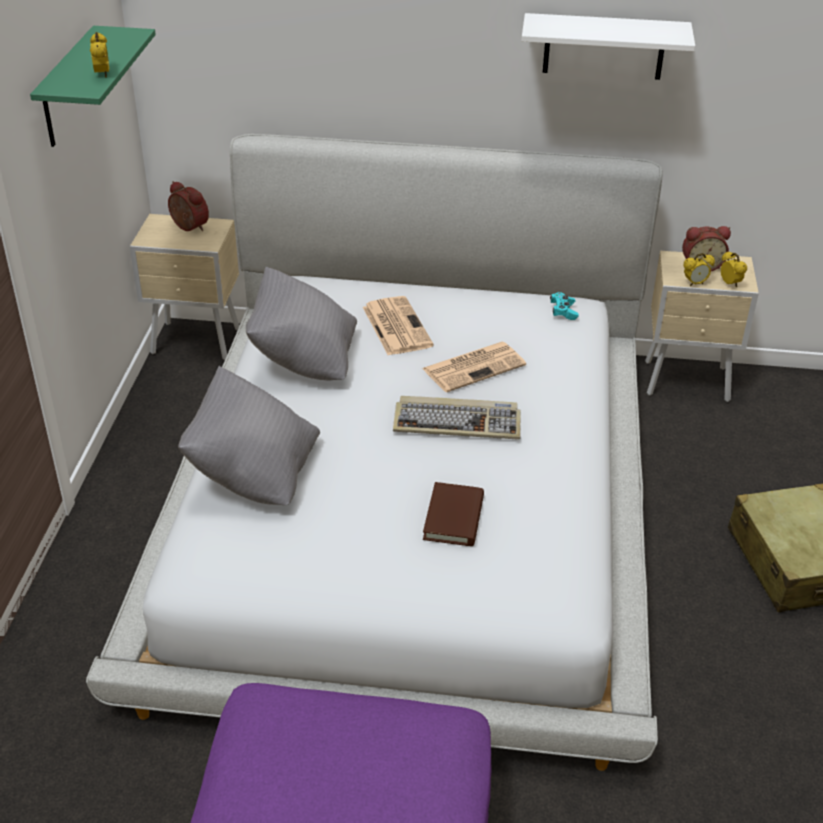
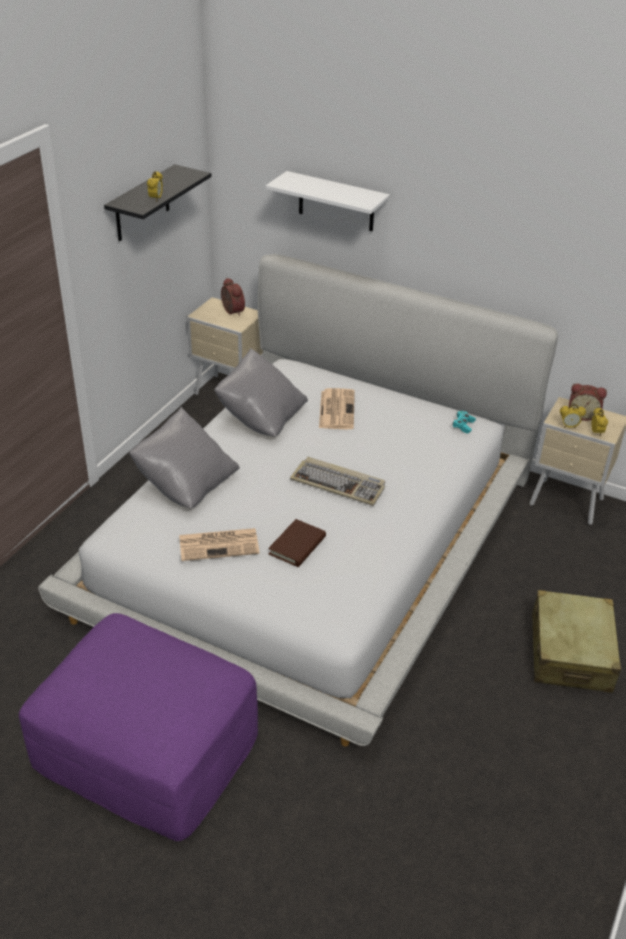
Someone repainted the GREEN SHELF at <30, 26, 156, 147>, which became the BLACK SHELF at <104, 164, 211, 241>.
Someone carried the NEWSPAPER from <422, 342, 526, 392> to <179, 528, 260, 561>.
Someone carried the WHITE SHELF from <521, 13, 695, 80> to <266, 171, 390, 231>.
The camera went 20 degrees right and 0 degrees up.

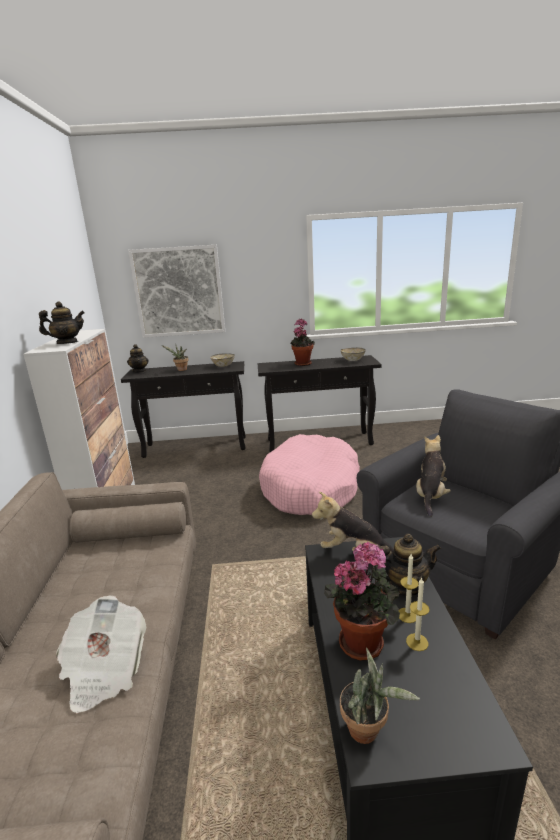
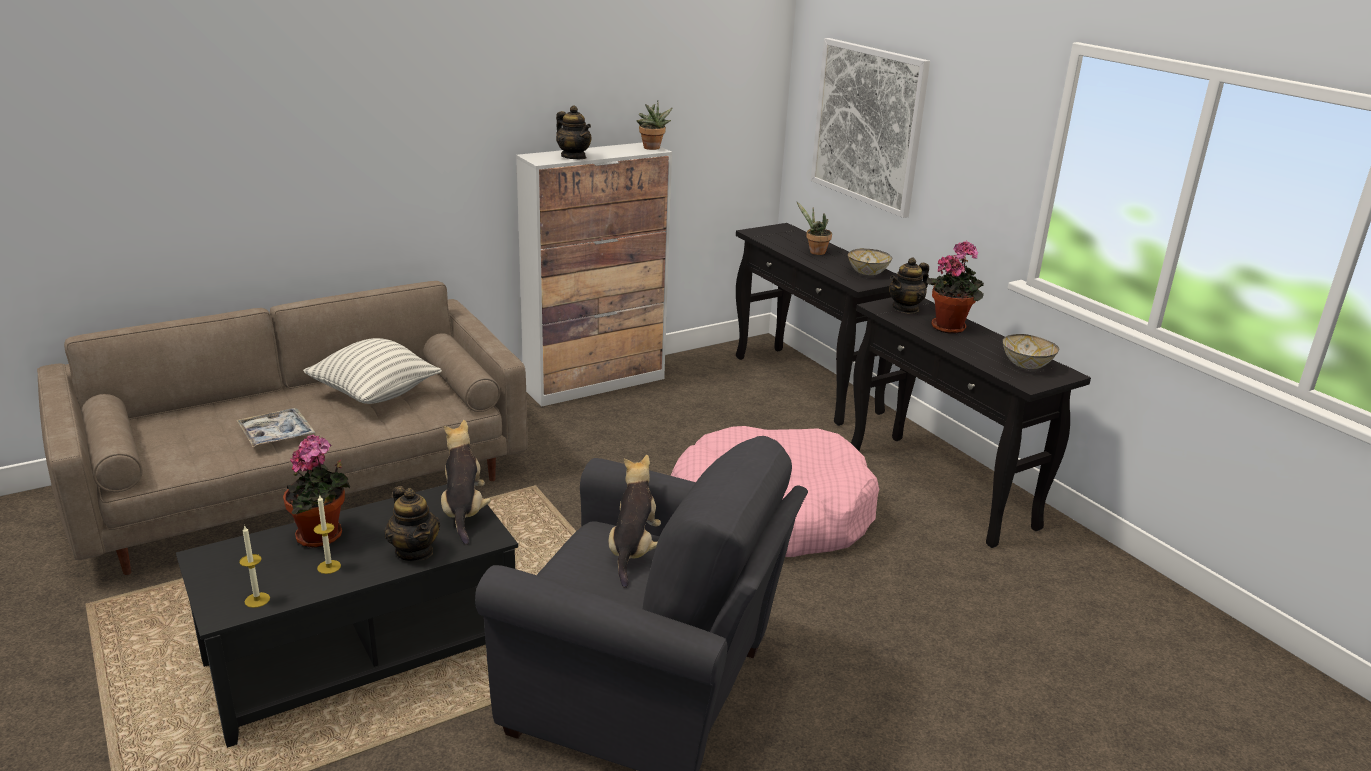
Someone swapped the NEWSPAPER at <56, 596, 147, 713> for the TRAY at <236, 408, 315, 447>.
Someone carried the CANDLE from <399, 554, 419, 623> to <239, 525, 270, 608>.
Someone put down the PILLOW at <303, 338, 442, 404>.
Someone rotated the PLUSH TOY at <416, 435, 451, 517> by 75 degrees counterclockwise.
Someone carried the POTTED PLANT from <340, 647, 420, 744> to <636, 101, 673, 150>.
Someone carried the TEAPOT from <127, 344, 149, 373> to <889, 257, 929, 314>.
The camera went 60 degrees right and 5 degrees up.

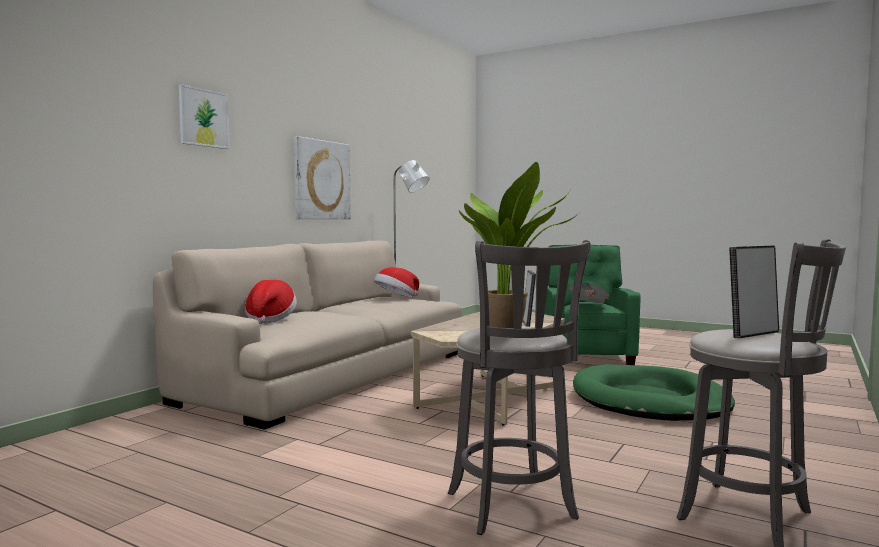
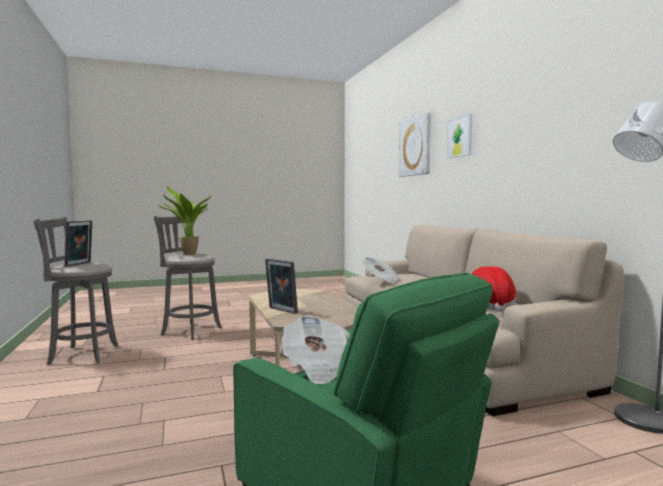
Someone put down the NEWSPAPER at <362, 257, 400, 283>.
Someone carried the PICTURE from <294, 136, 351, 219> to <399, 112, 431, 177>.
Someone took away the HAT at <245, 280, 297, 324>.
Someone took away the GREEN DOG BED at <573, 364, 735, 421>.
The camera went 130 degrees right and 0 degrees up.

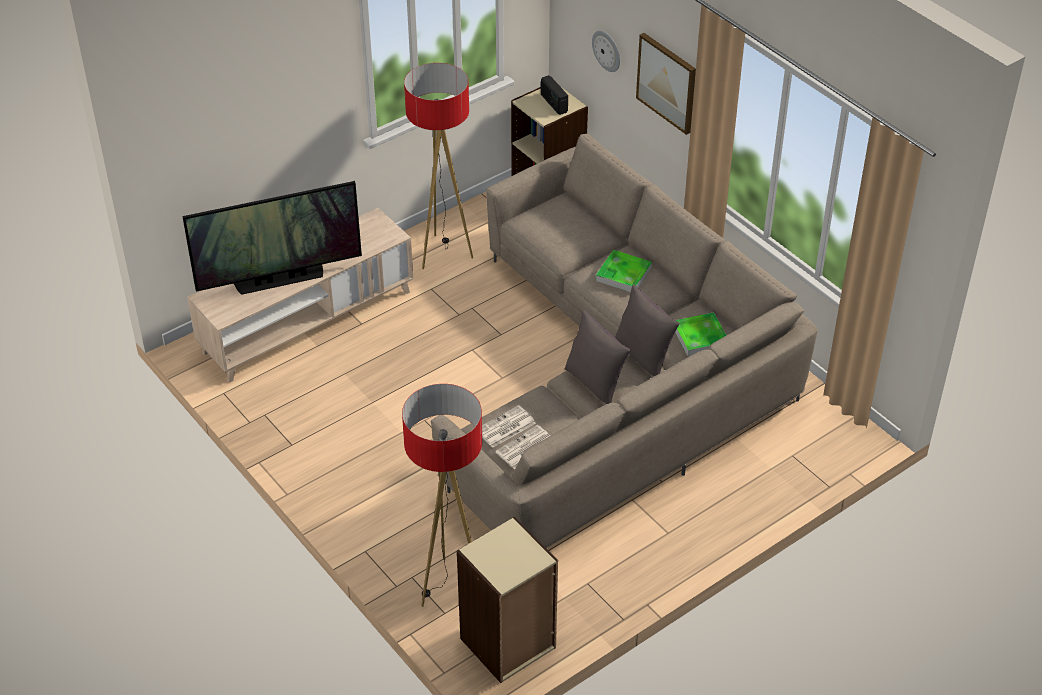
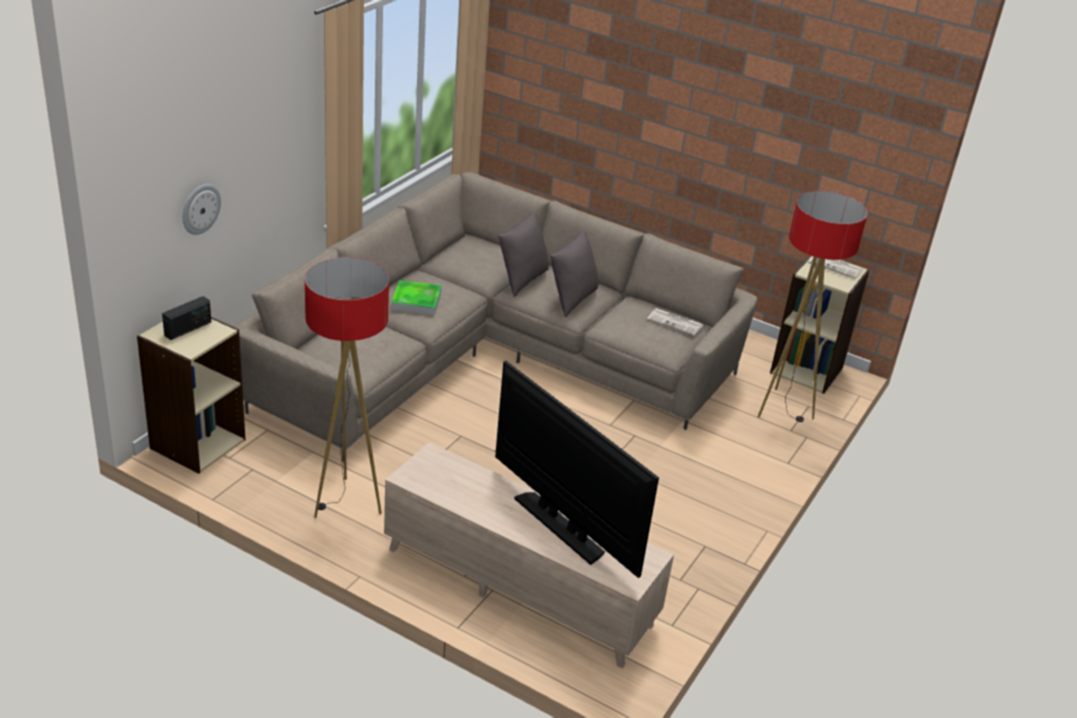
Someone carried the NEWSPAPER from <482, 405, 536, 448> to <808, 256, 863, 278>.
Someone took away the PICTURE at <636, 33, 696, 135>.
Someone took away the TRAY at <675, 312, 726, 356>.
The camera went 115 degrees left and 10 degrees down.

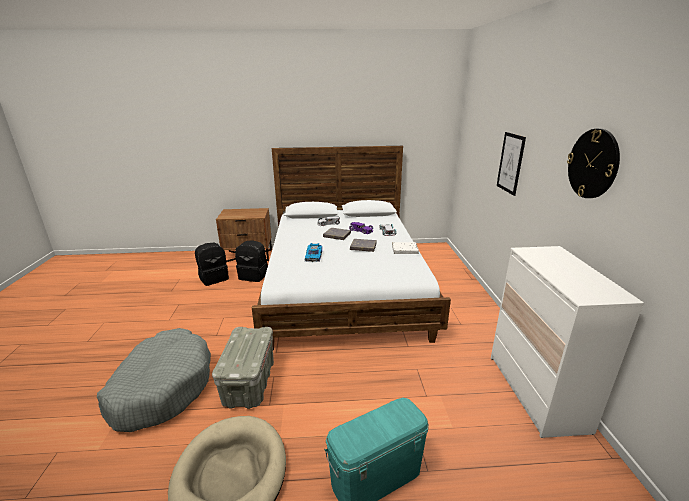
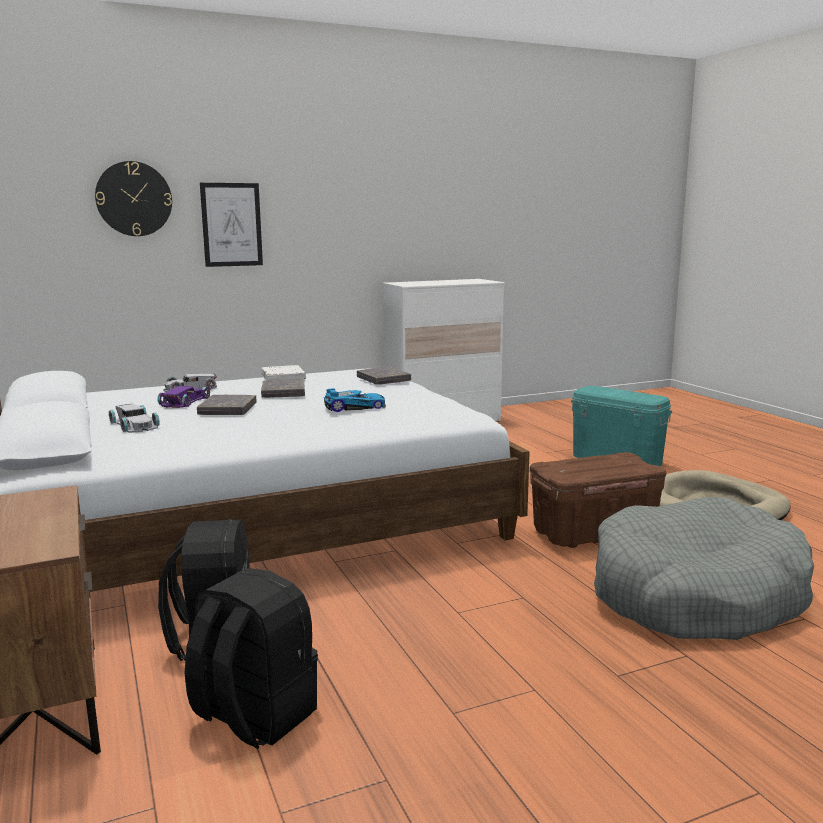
Someone carried the WALL CLOCK from <567, 129, 620, 198> to <95, 161, 172, 236>.
Someone put down the GREY BOOK at <357, 367, 411, 385>.
Someone repainted the GREY STORAGE BOX at <212, 327, 274, 409>, which became the BROWN STORAGE BOX at <530, 452, 666, 548>.
The camera went 110 degrees left and 10 degrees down.

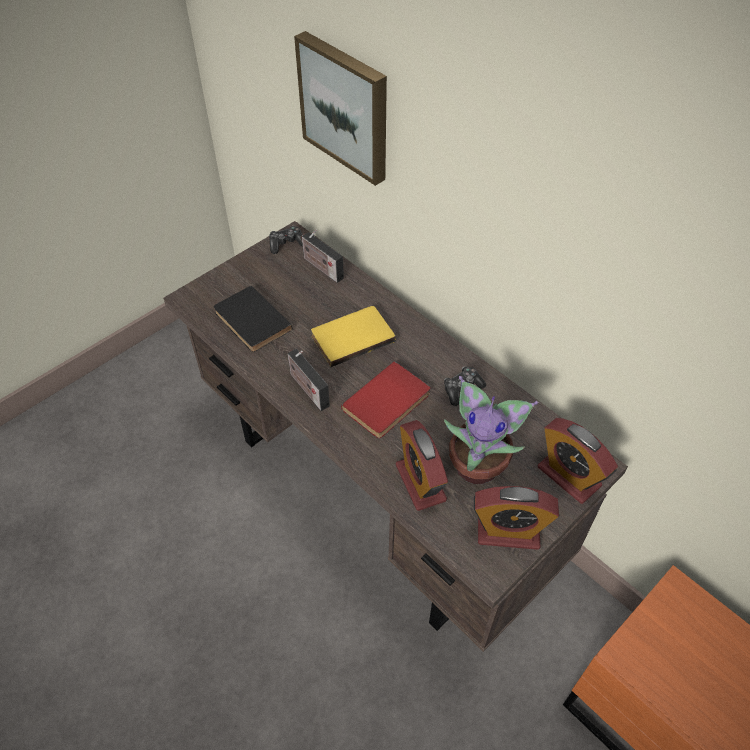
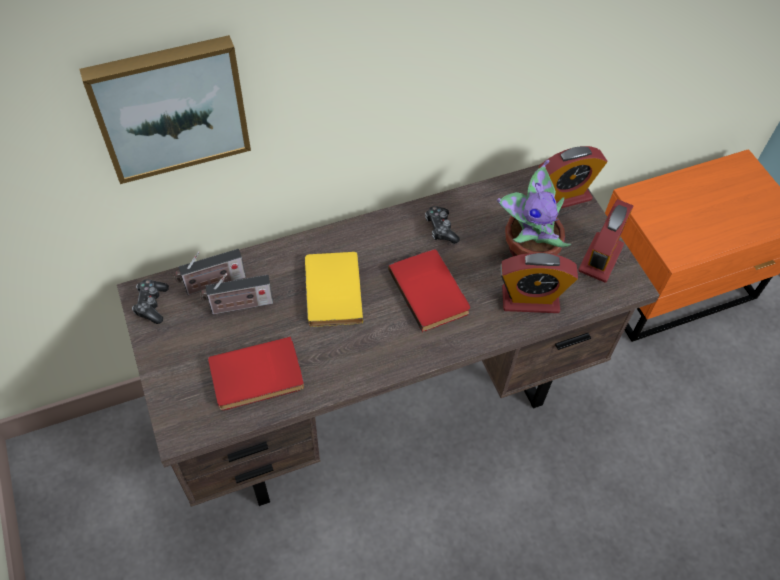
Someone carried the RADIO from <288, 349, 330, 411> to <200, 274, 273, 314>.
Someone repainted the BLACK BOOK at <214, 286, 292, 352>, which became the RED BOOK at <208, 337, 304, 410>.
The camera went 70 degrees left and 5 degrees up.

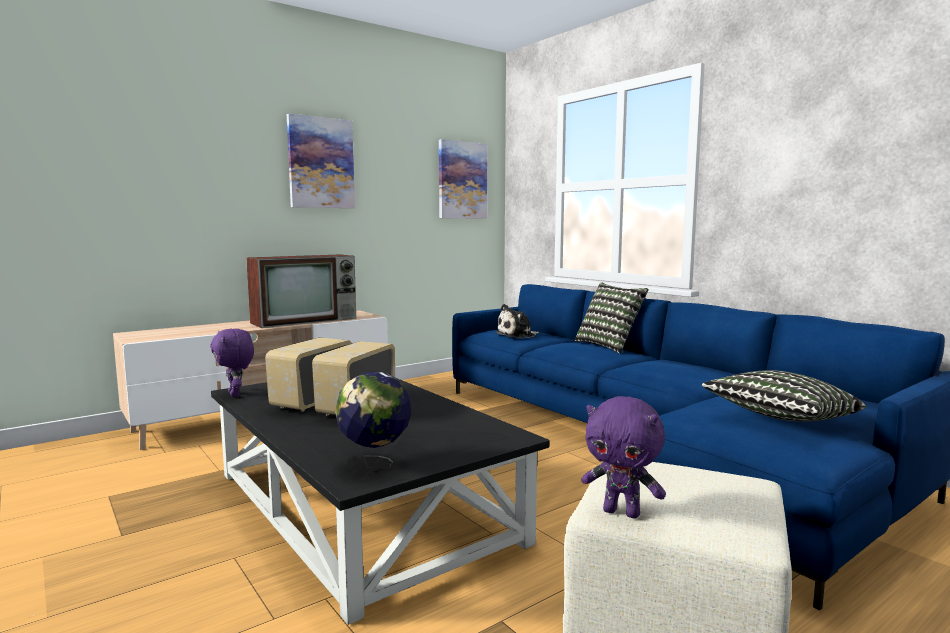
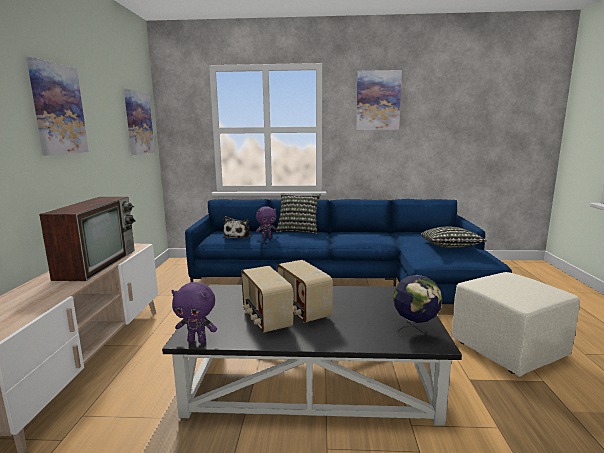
Someone carried the PURPLE PLUSH TOY from <581, 396, 666, 518> to <256, 206, 278, 239>.
Someone put up the PICTURE at <356, 70, 402, 130>.
The camera went 50 degrees left and 5 degrees up.

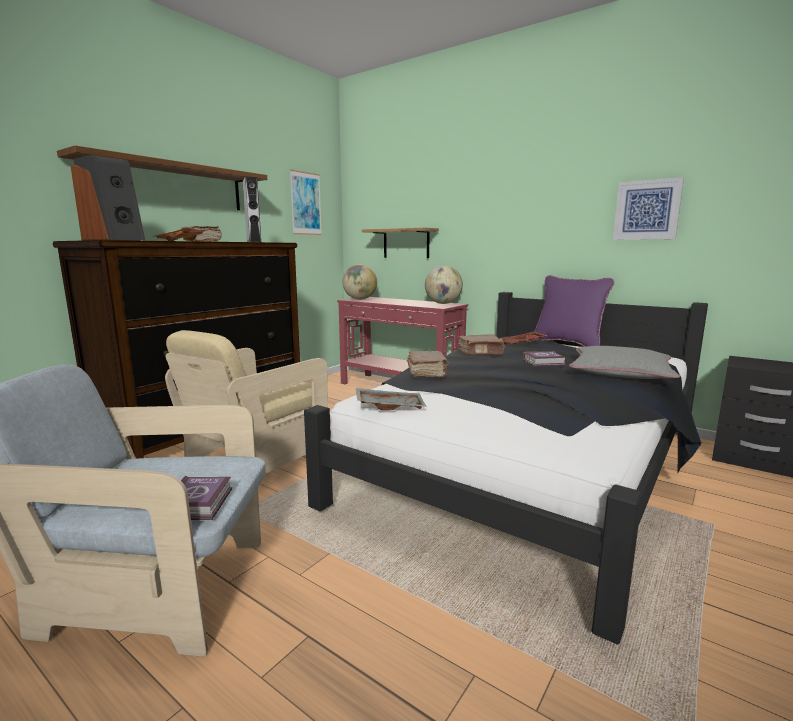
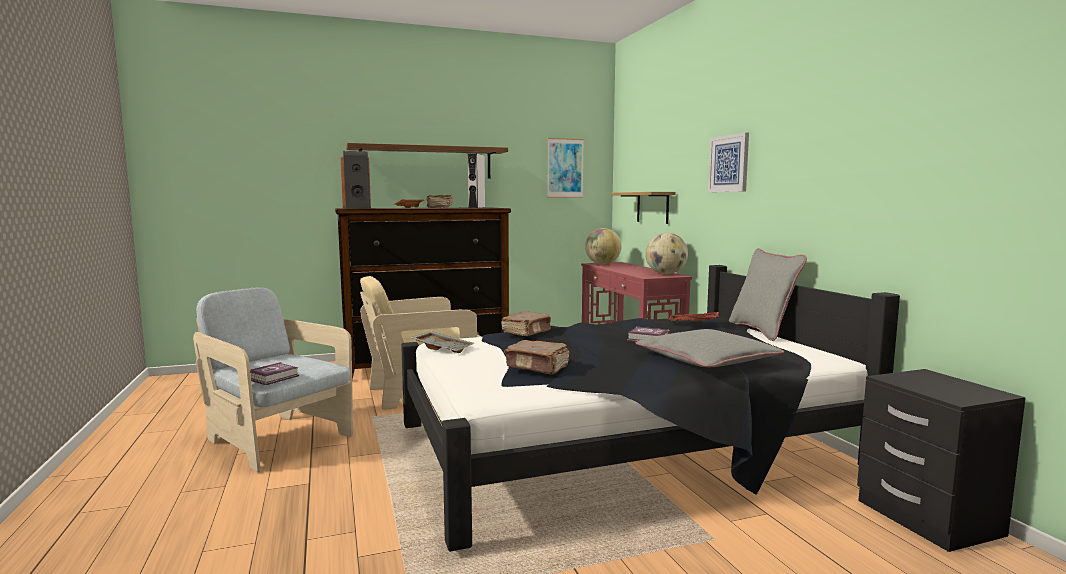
Someone carried the BROWN BOOK from <458, 334, 505, 355> to <504, 340, 570, 375>.
Someone carried the PICTURE from <613, 177, 684, 240> to <708, 132, 749, 192>.
Someone repainted the PURPLE PILLOW at <534, 275, 614, 347>, which became the GREY PILLOW at <729, 248, 807, 341>.
The camera went 35 degrees right and 5 degrees down.

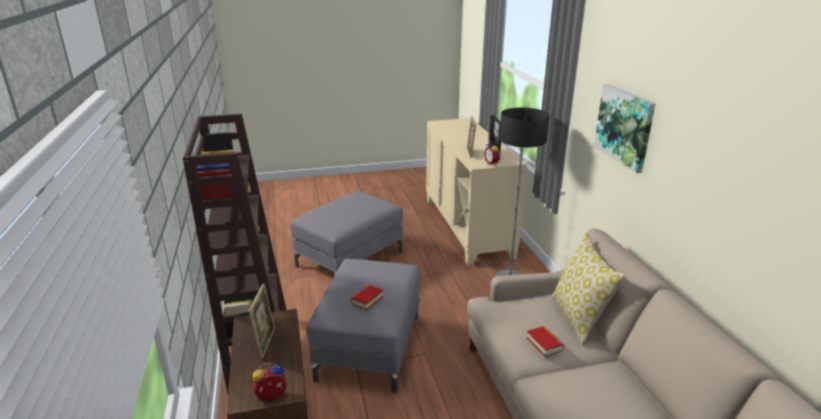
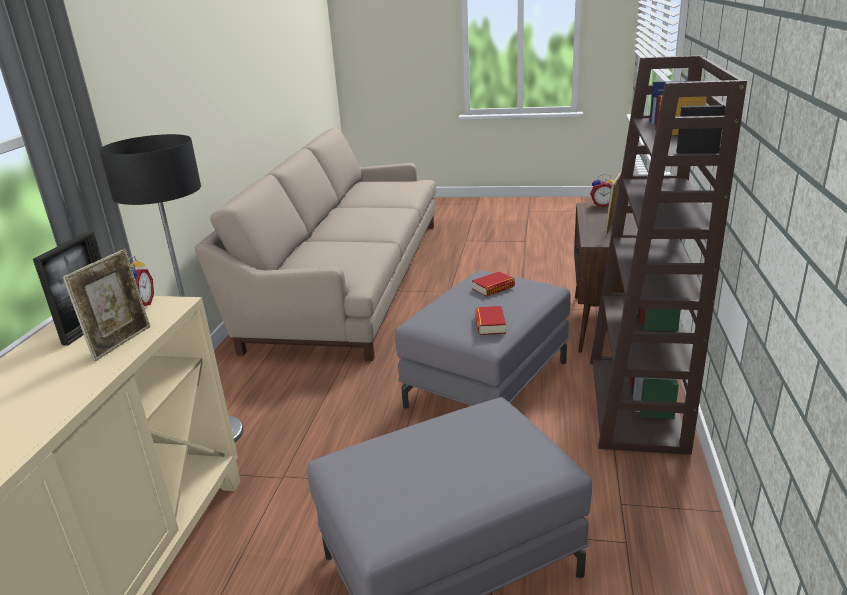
Someone carried the BOOK from <526, 326, 564, 357> to <475, 306, 506, 335>.
Someone took away the PILLOW at <552, 233, 625, 345>.
Someone took away the PICTURE at <594, 84, 655, 173>.
The camera went 155 degrees left and 0 degrees up.

